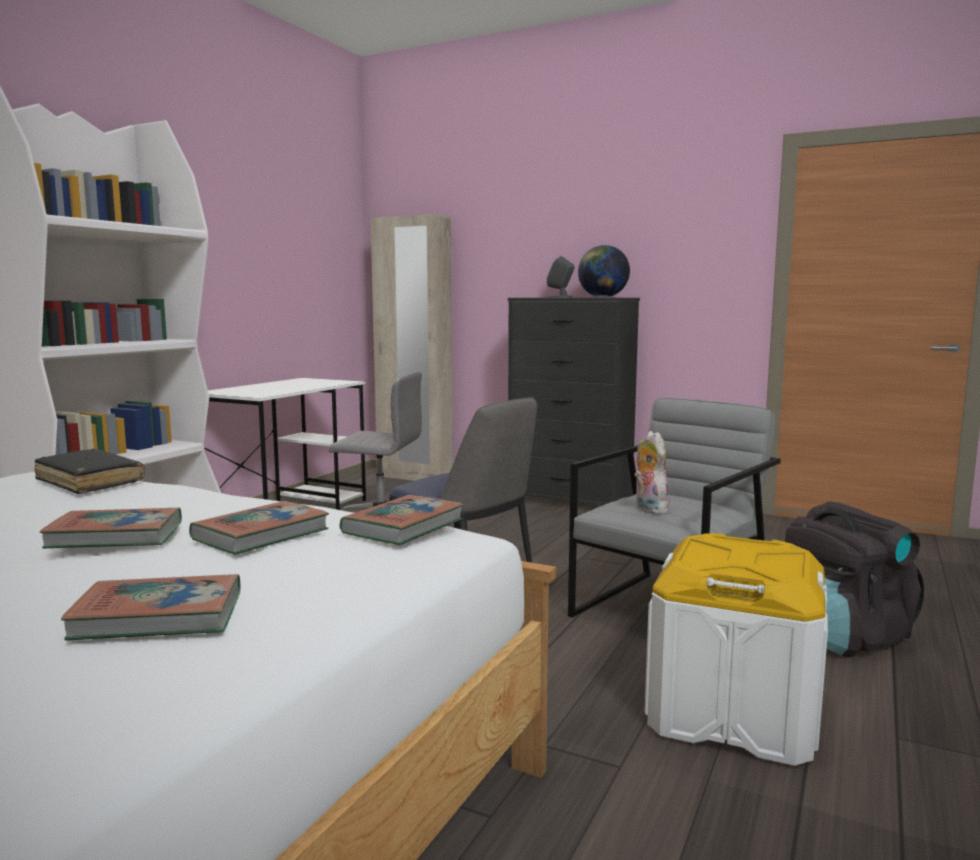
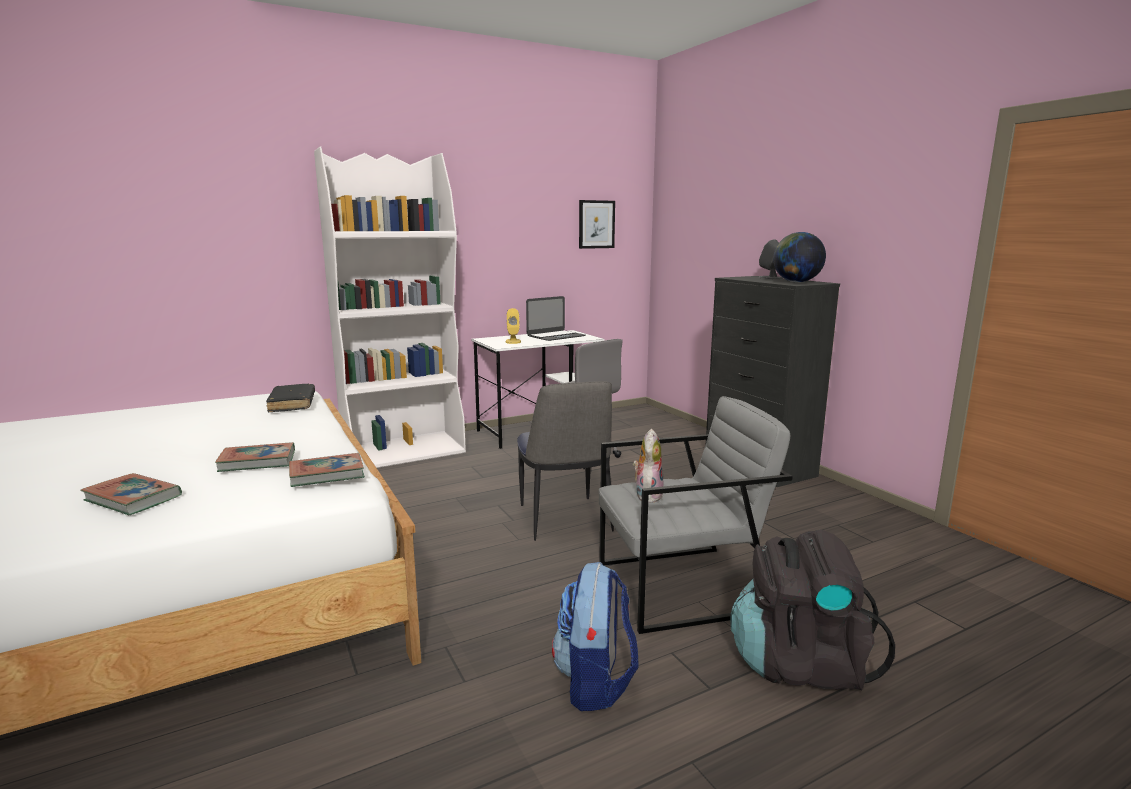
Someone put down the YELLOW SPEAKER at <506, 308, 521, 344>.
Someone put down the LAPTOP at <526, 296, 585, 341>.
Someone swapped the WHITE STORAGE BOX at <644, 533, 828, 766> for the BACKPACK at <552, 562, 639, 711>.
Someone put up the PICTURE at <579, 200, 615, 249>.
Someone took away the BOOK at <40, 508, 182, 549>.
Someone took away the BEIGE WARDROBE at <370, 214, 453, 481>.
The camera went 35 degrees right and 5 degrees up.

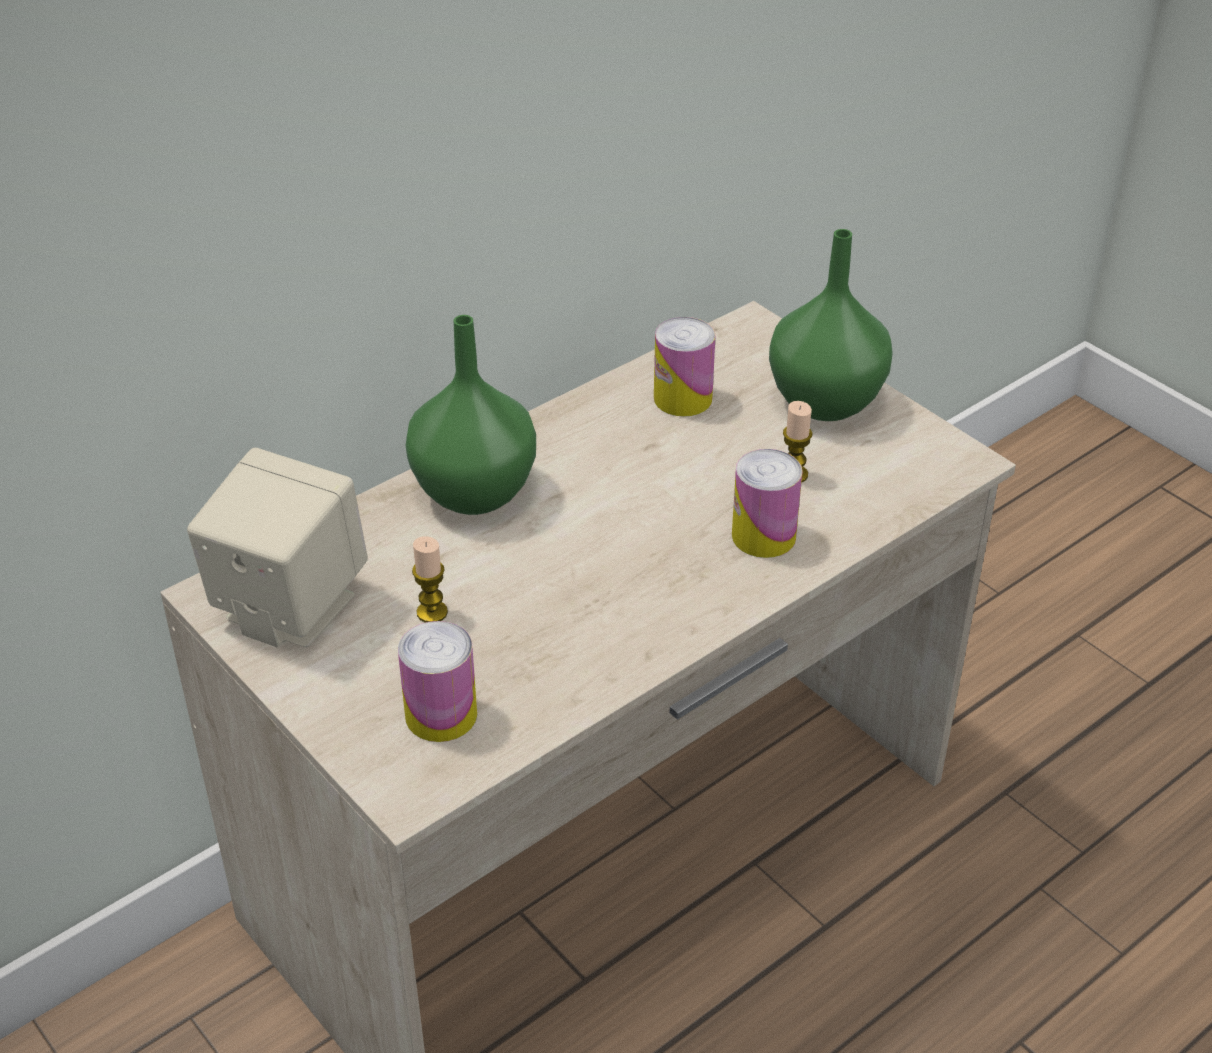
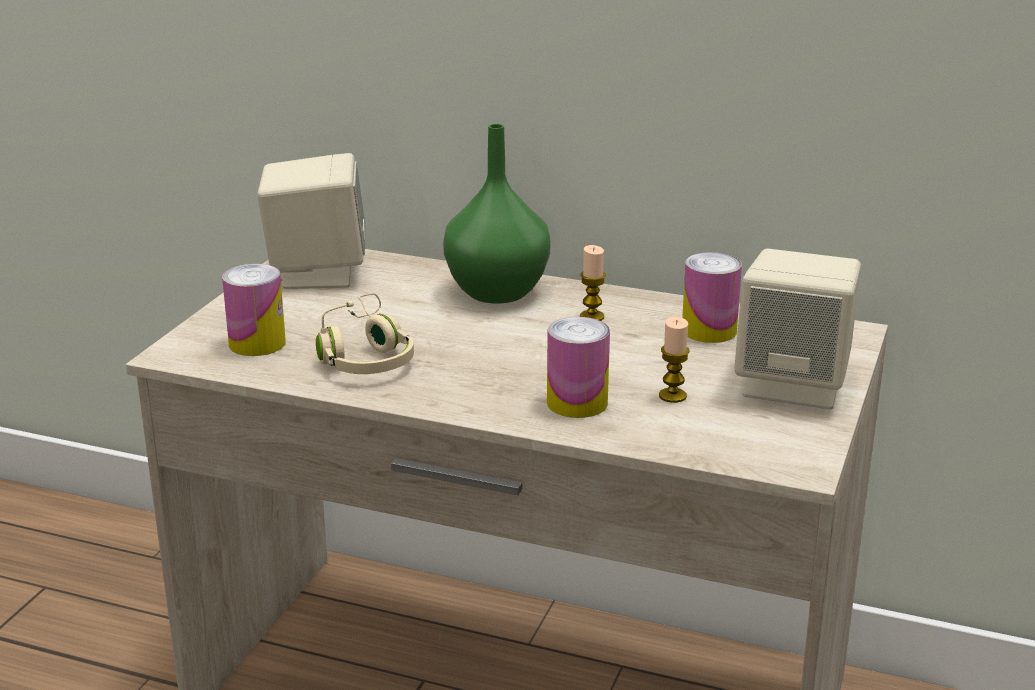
Someone put down the BEIGE HEADPHONES at <316, 293, 414, 374>.
Someone carried the CANDLE from <412, 536, 448, 623> to <580, 245, 606, 321>.
Someone swapped the GREEN VASE at <769, 229, 893, 421> for the BEIGE SPEAKER at <734, 249, 861, 409>.
The camera went 60 degrees right and 15 degrees down.

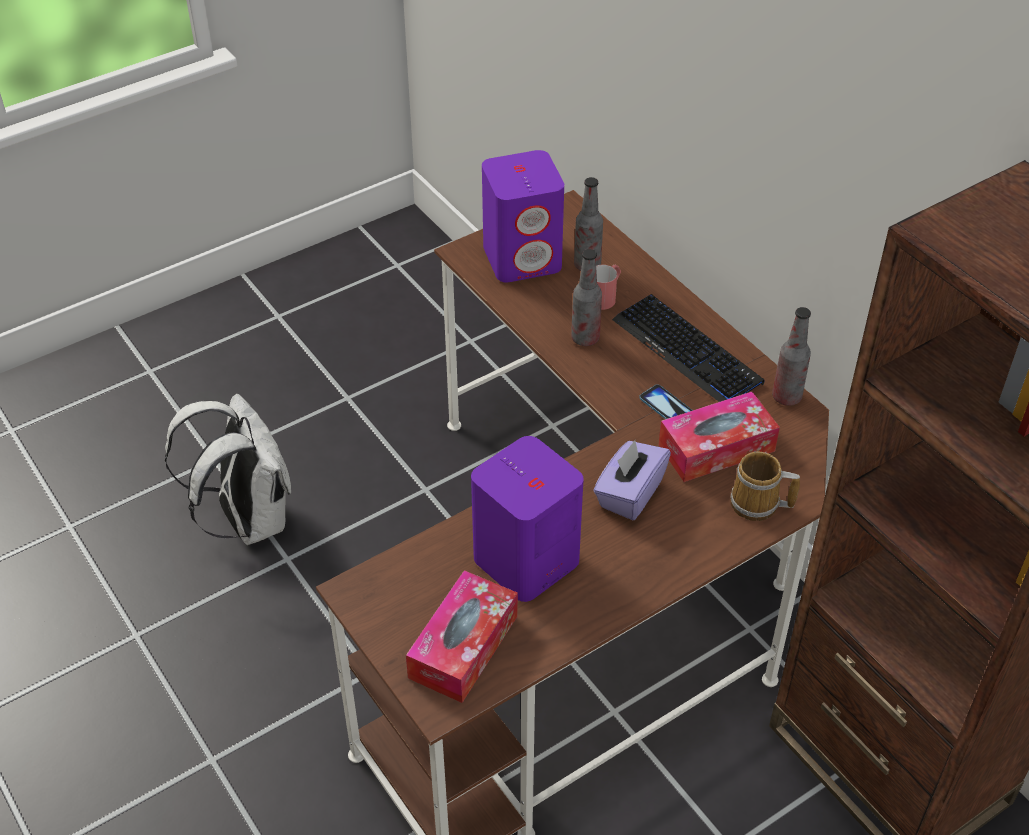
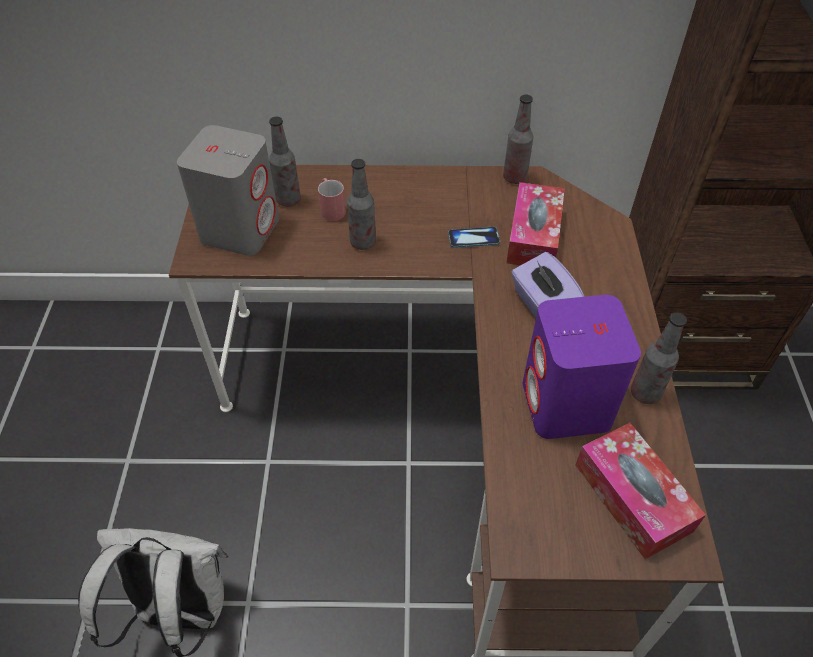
Someone repainted the PURPLE SPEAKER at <482, 150, 564, 282>, which became the GREY SPEAKER at <177, 125, 279, 256>.
Someone put down the BOTTLE at <631, 312, 687, 404>.
Someone took away the KEYBOARD at <612, 294, 765, 402>.
Someone took away the MUG at <730, 452, 800, 521>.
The camera went 55 degrees left and 5 degrees up.

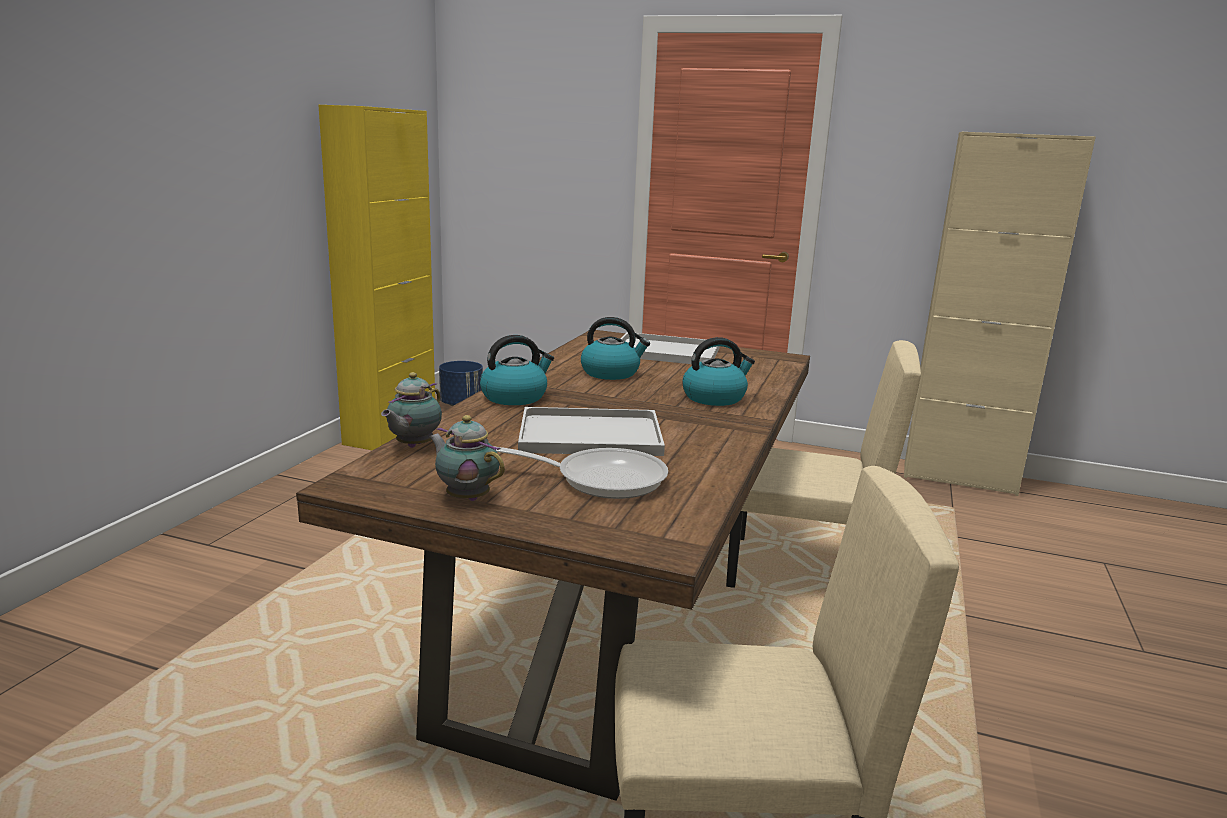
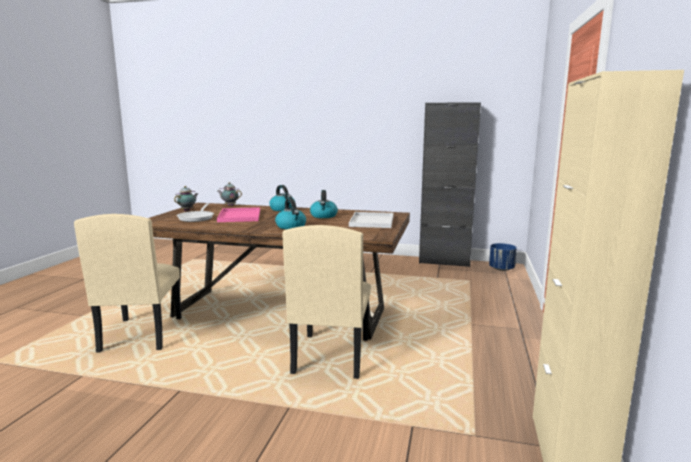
Someone repainted the WHITE TRAY at <518, 407, 665, 456>, which became the PINK TRAY at <217, 207, 260, 222>.
Someone repainted the YELLOW CABINET at <318, 105, 435, 450>, which became the BLACK CABINET at <419, 102, 481, 267>.
The camera went 85 degrees right and 5 degrees down.

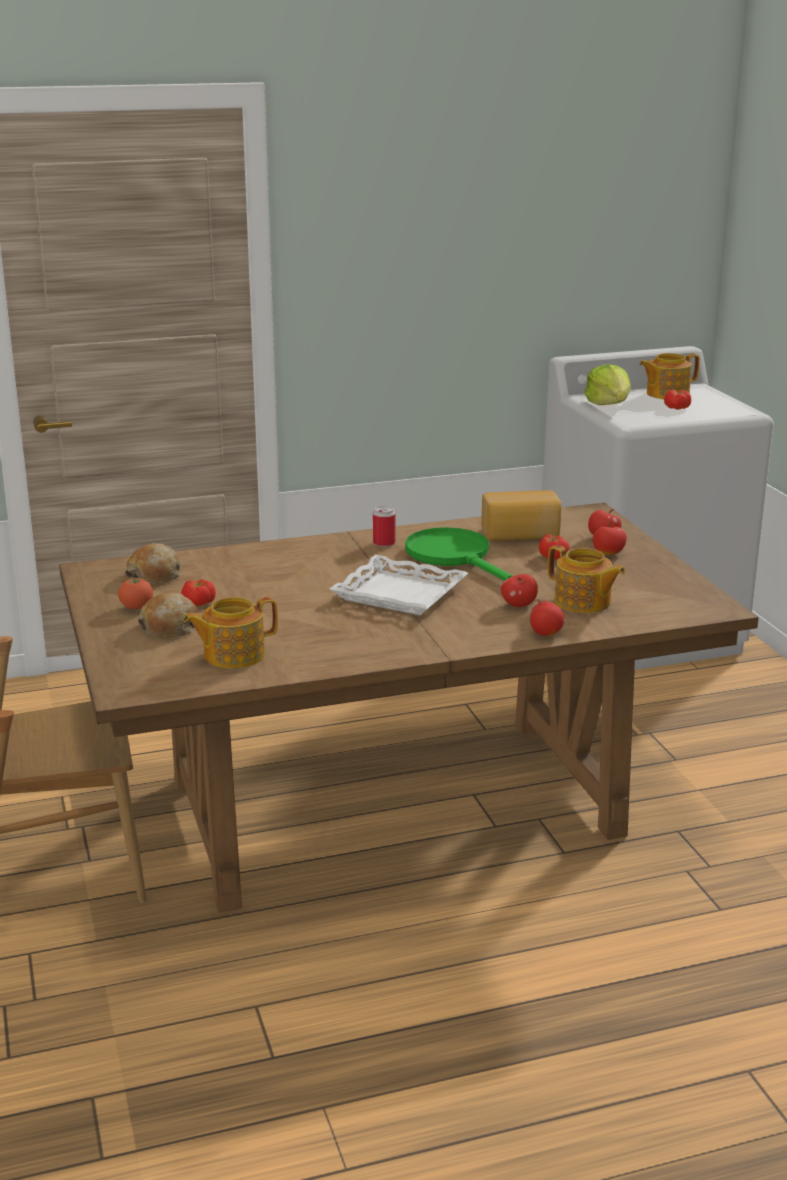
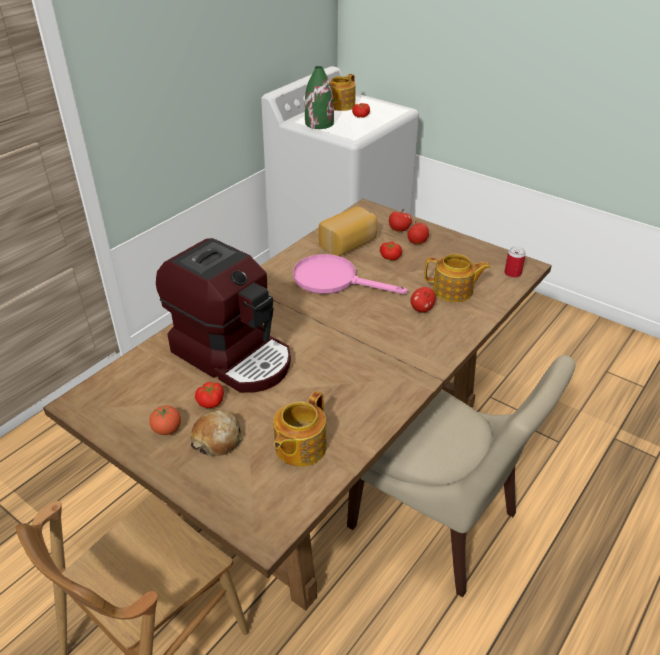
Someone put down the COFFEE MACHINE at <156, 238, 291, 393>.
Someone repainted the GREEN FRYING PAN at <405, 527, 513, 581>, which became the PINK FRYING PAN at <293, 254, 407, 294>.
Someone swapped the LETTUCE at <584, 364, 631, 405> for the GREEN VASE at <305, 66, 334, 129>.
Someone put down the BEIGE CHAIR at <347, 355, 576, 597>.
Someone carried the CAN from <373, 506, 395, 547> to <504, 246, 526, 278>.
Someone took away the BREAD at <125, 543, 181, 584>.
Someone took away the WHITE TRAY at <329, 555, 468, 615>.
Someone took away the APPLE at <530, 599, 564, 636>.
The camera went 35 degrees left and 15 degrees up.

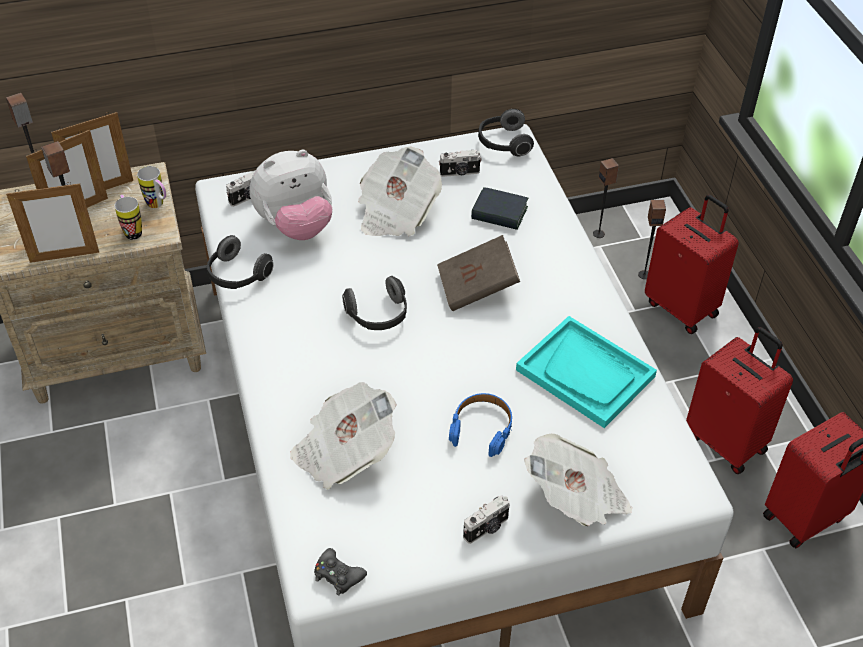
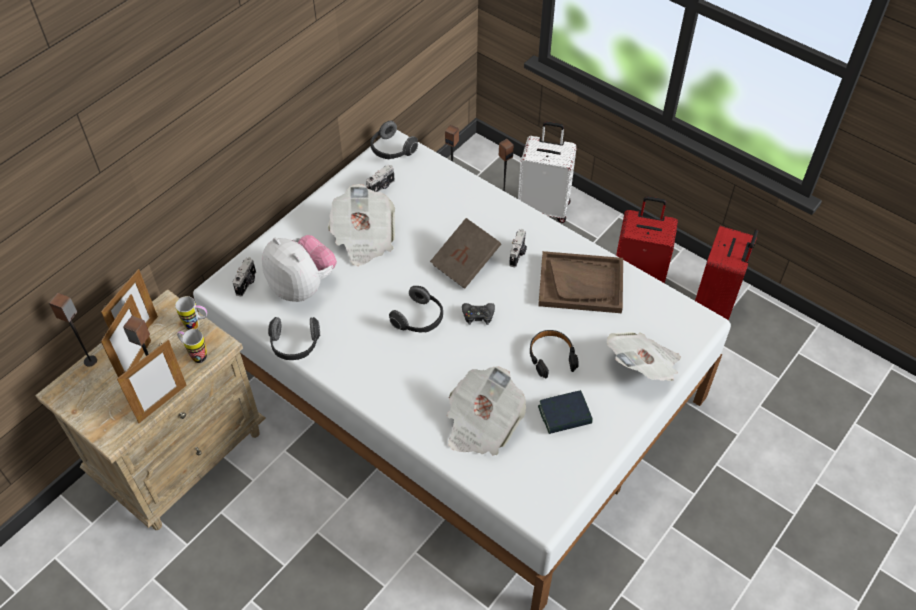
Someone rotated the PLUSH TOY at <249, 149, 332, 240> by 75 degrees counterclockwise.
Someone carried the BLACK GAME CONTROLLER from <314, 548, 367, 595> to <462, 303, 495, 325>.
Someone carried the PHOTO CAMERA from <463, 495, 510, 544> to <509, 229, 527, 267>.
Someone repainted the RED SUITCASE at <645, 195, 739, 334>, which became the WHITE SUITCASE at <518, 122, 577, 223>.
Someone repainted the BLUE HEADPHONES at <449, 393, 512, 457>, which became the BLACK HEADPHONES at <530, 330, 579, 379>.
Someone repainted the TURQUOISE TRAY at <516, 316, 657, 428>, which became the BROWN TRAY at <538, 251, 623, 313>.
Someone carried the BOOK from <471, 187, 528, 230> to <538, 390, 593, 434>.
The camera went 35 degrees left and 5 degrees up.

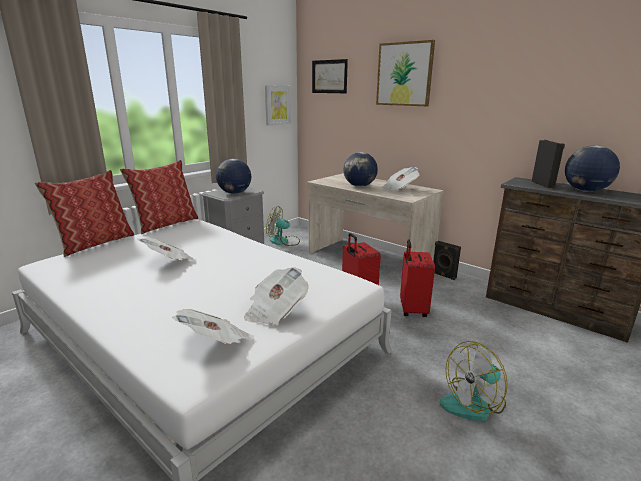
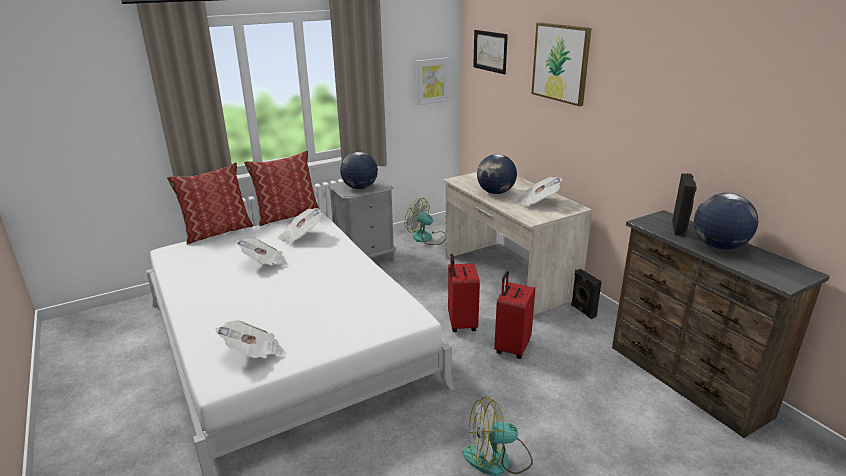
Someone carried the NEWSPAPER from <244, 267, 309, 325> to <278, 208, 321, 243>.
The camera went 20 degrees right and 5 degrees up.

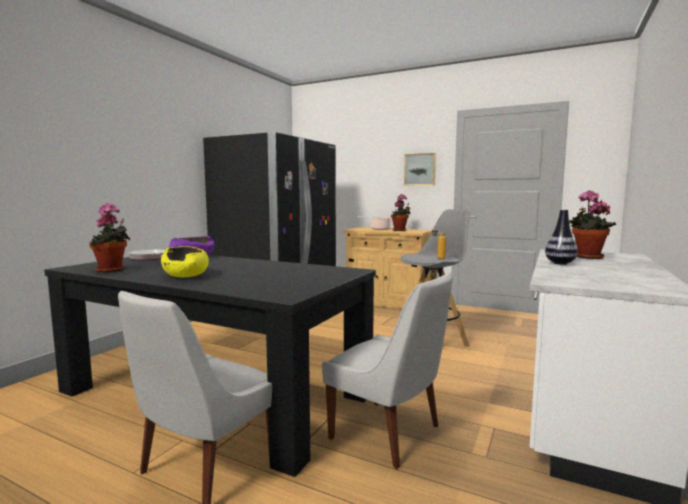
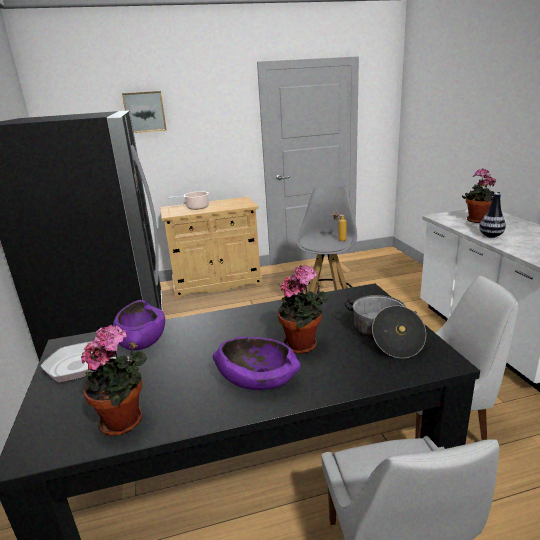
Someone carried the PICTURE from <404, 153, 436, 185> to <122, 91, 167, 133>.
Someone repainted the YELLOW BOWL at <161, 246, 209, 278>, which became the PURPLE BOWL at <213, 337, 301, 390>.
Someone carried the POTTED PLANT from <391, 194, 410, 231> to <278, 265, 329, 354>.
Someone put down the COOKING POT at <344, 295, 426, 358>.
The camera went 40 degrees left and 15 degrees up.

